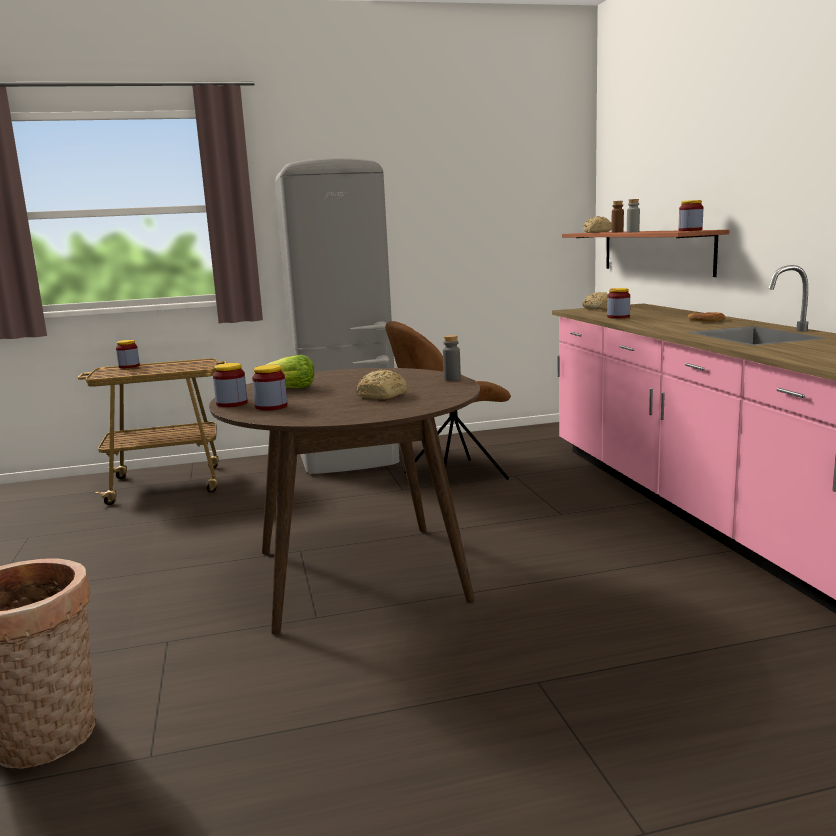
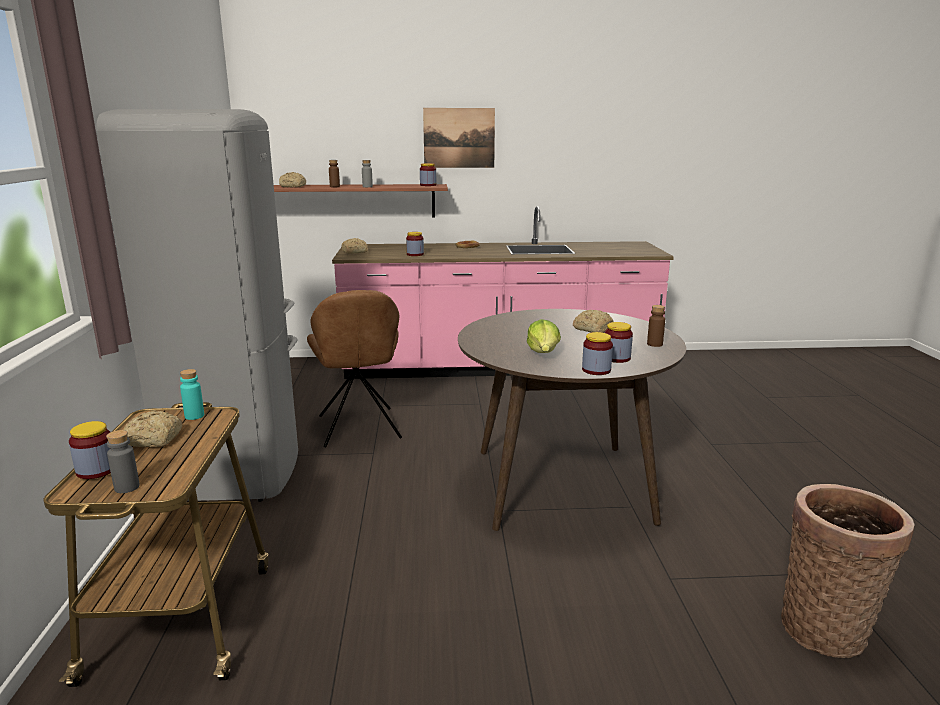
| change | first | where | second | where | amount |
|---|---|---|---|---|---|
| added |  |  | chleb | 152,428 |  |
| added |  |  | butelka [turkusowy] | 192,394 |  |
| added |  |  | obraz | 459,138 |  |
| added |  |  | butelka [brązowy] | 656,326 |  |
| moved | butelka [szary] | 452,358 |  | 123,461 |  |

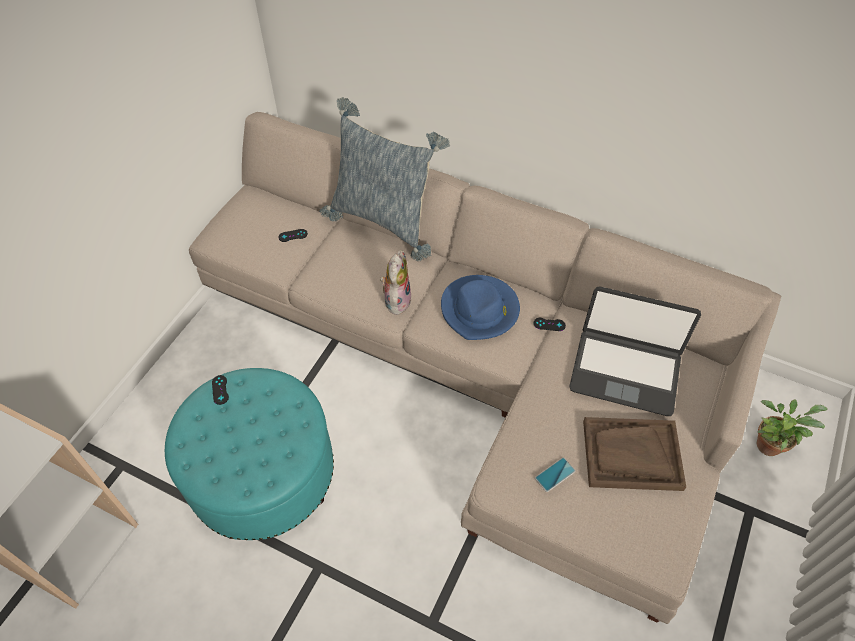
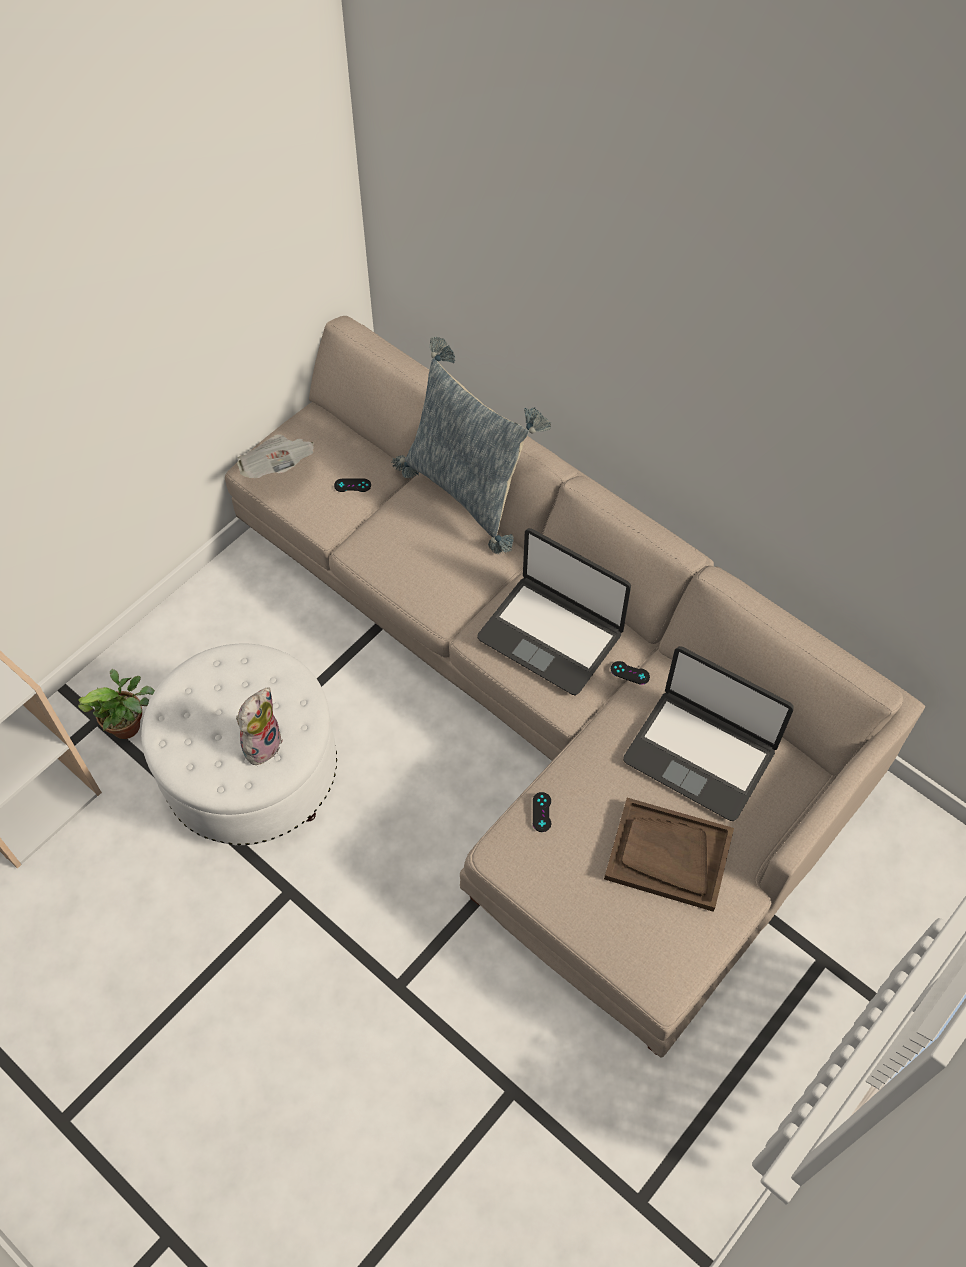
| change | first | where | second | where | amount |
|---|---|---|---|---|---|
| removed | telefon | 555,475 |  |  |  |
| added |  |  | gazeta | 275,456 |  |
| moved | pad do gier [czarny] | 220,390 |  | 542,812 |  |
| moved | pluszak | 395,282 |  | 259,726 |  |
| moved | roślina doniczkowa | 792,427 |  | 116,704 |  |
| replaced | kapelusz [niebieski] | 480,307 | laptop | 554,612 |  |
| recoloured | pufa [turkusowy] | 249,454 | pufa [biały] | 239,744 |  |

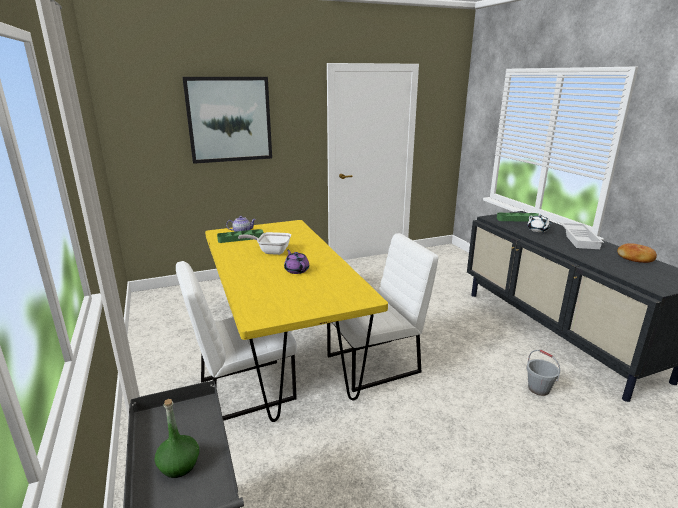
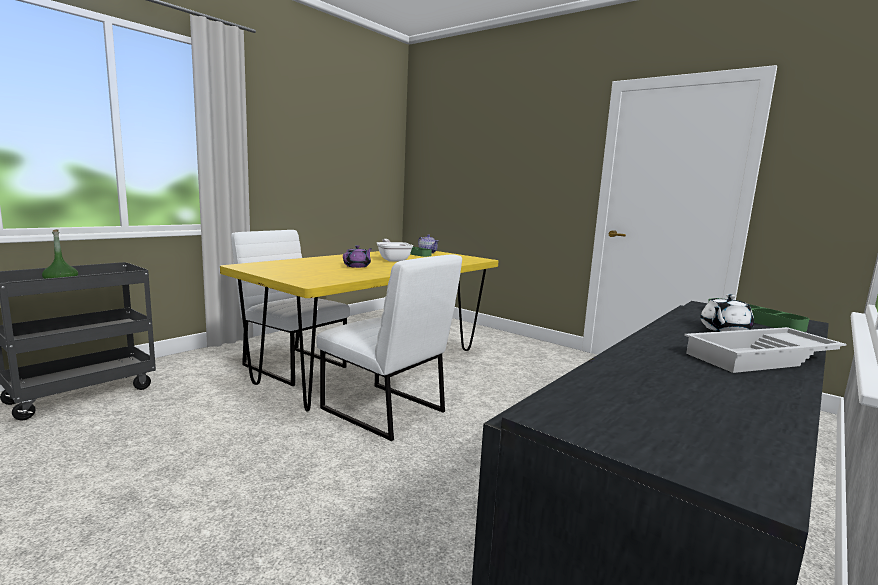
| change | first | where | second | where | amount |
|---|---|---|---|---|---|
| removed | obraz | 227,120 |  |  |  |
| removed | wiadro [szary] | 543,373 |  |  |  |
| removed | chleb | 637,253 |  |  |  |

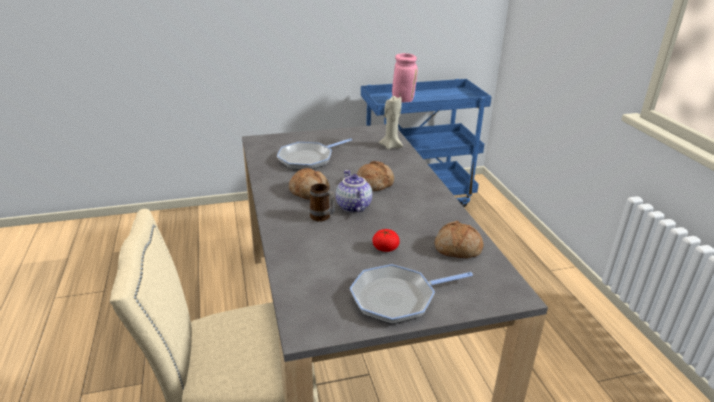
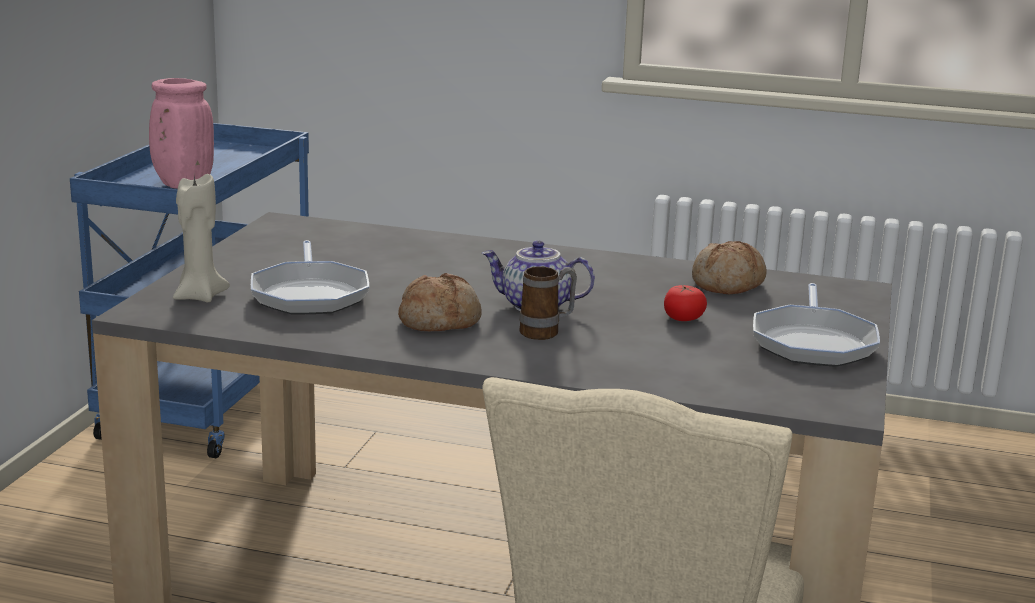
| change | first | where | second | where | amount |
|---|---|---|---|---|---|
| removed | chleb | 375,176 |  |  |  |
| moved | świeca [beżowy] | 391,122 |  | 201,238 |  |

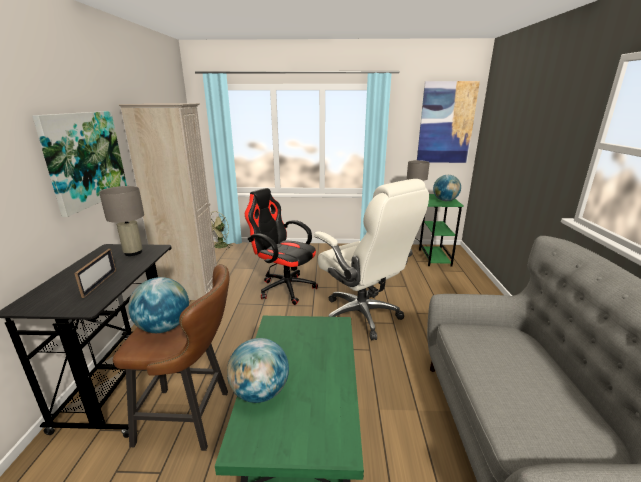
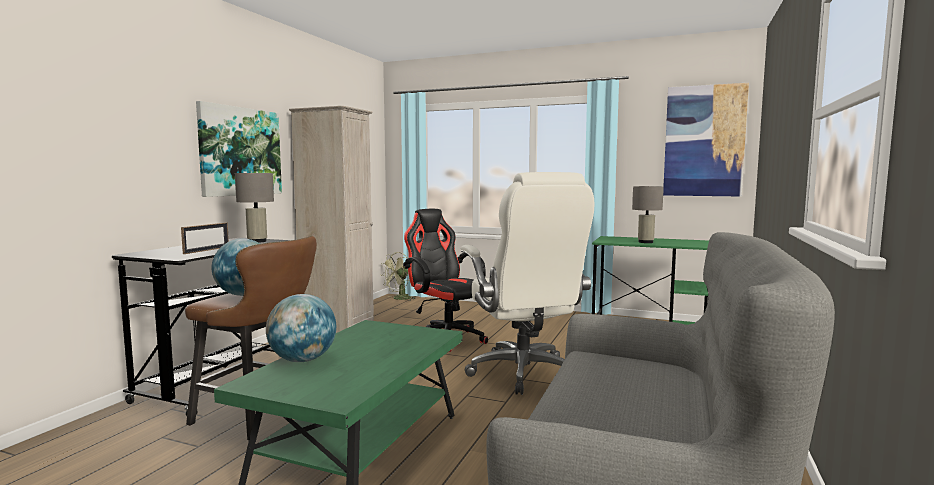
| change | first | where | second | where | amount |
|---|---|---|---|---|---|
| removed | globus | 447,188 |  |  |  |

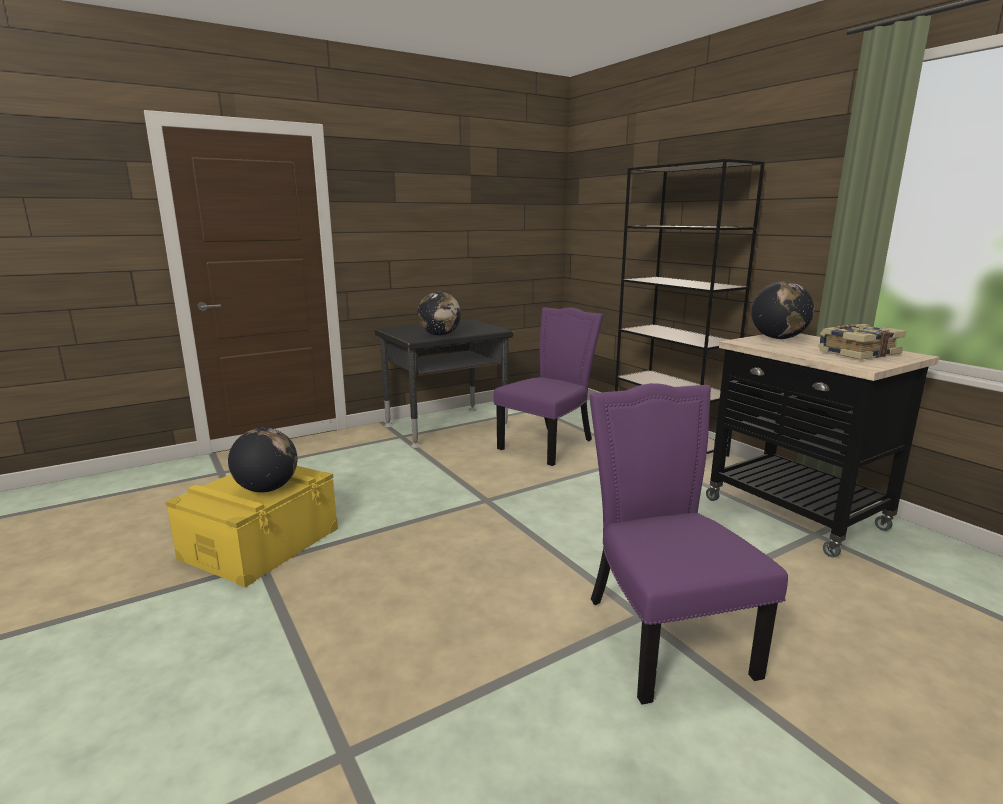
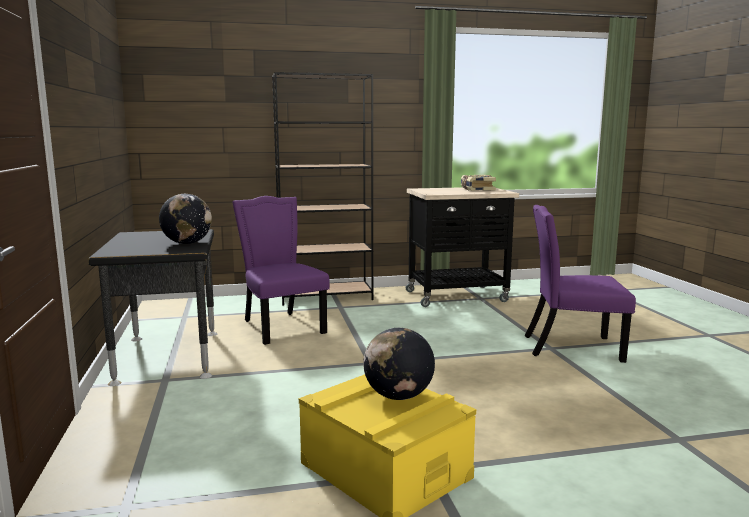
| change | first | where | second | where | amount |
|---|---|---|---|---|---|
| removed | globus | 782,310 |  |  |  |

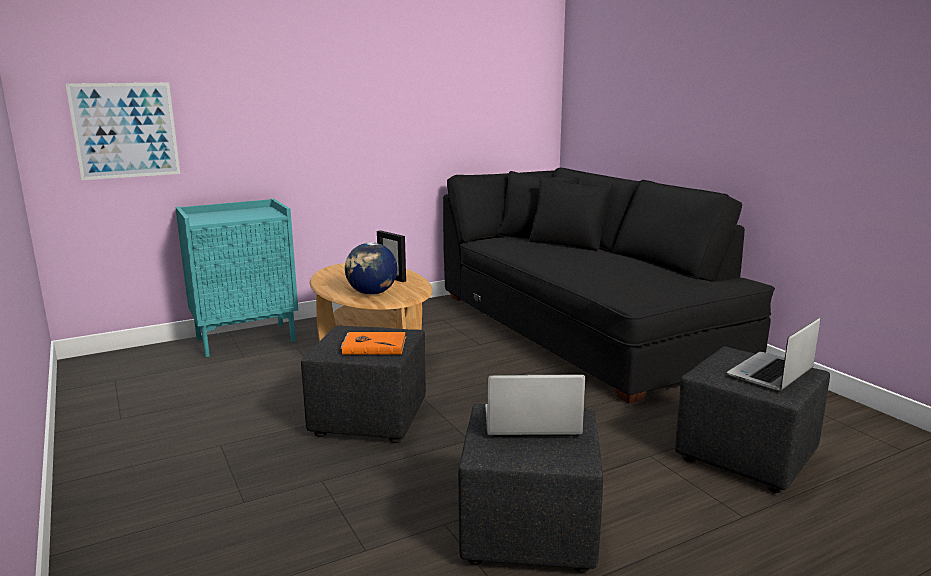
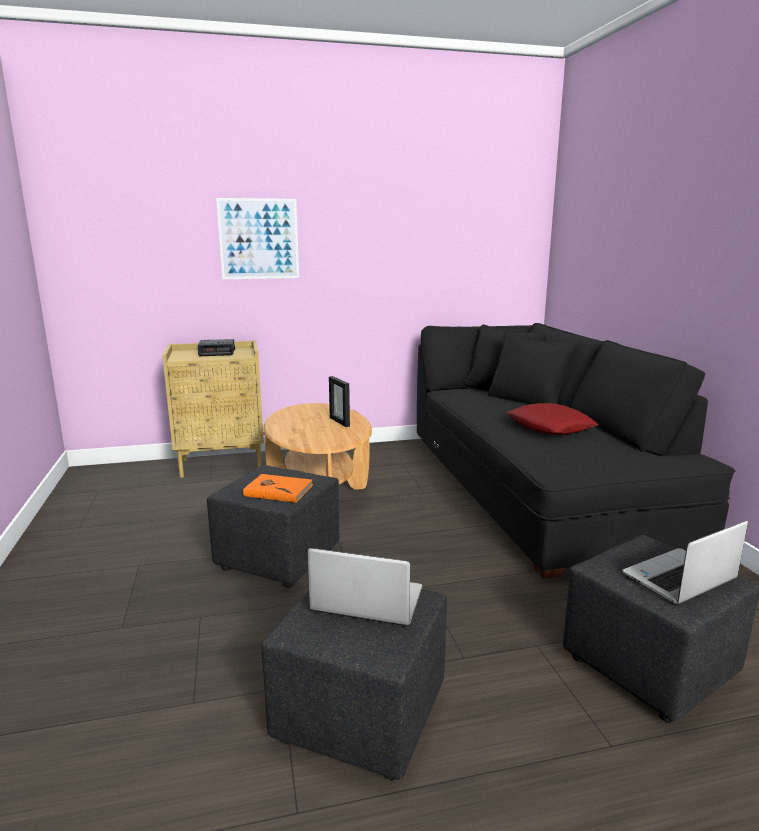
| change | first | where | second | where | amount |
|---|---|---|---|---|---|
| removed | globus | 371,268 |  |  |  |
| added |  |  | budzik | 216,347 |  |
| added |  |  | poduszka [czerwony] | 552,419 |  |
| moved | obraz | 123,131 |  | 257,238 |  |
| recoloured | szafka [turkusowy] | 236,278 | szafka [beżowy] | 213,409 |  |

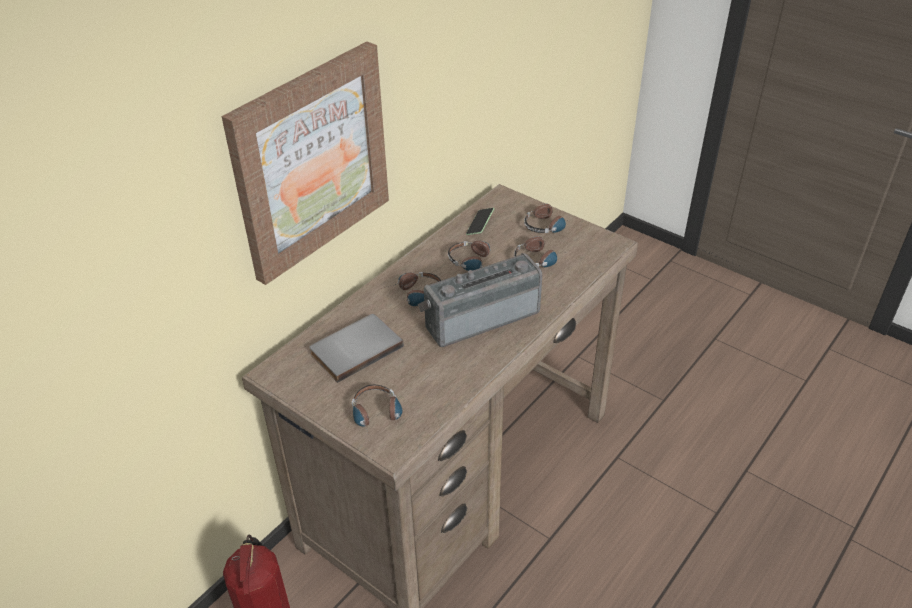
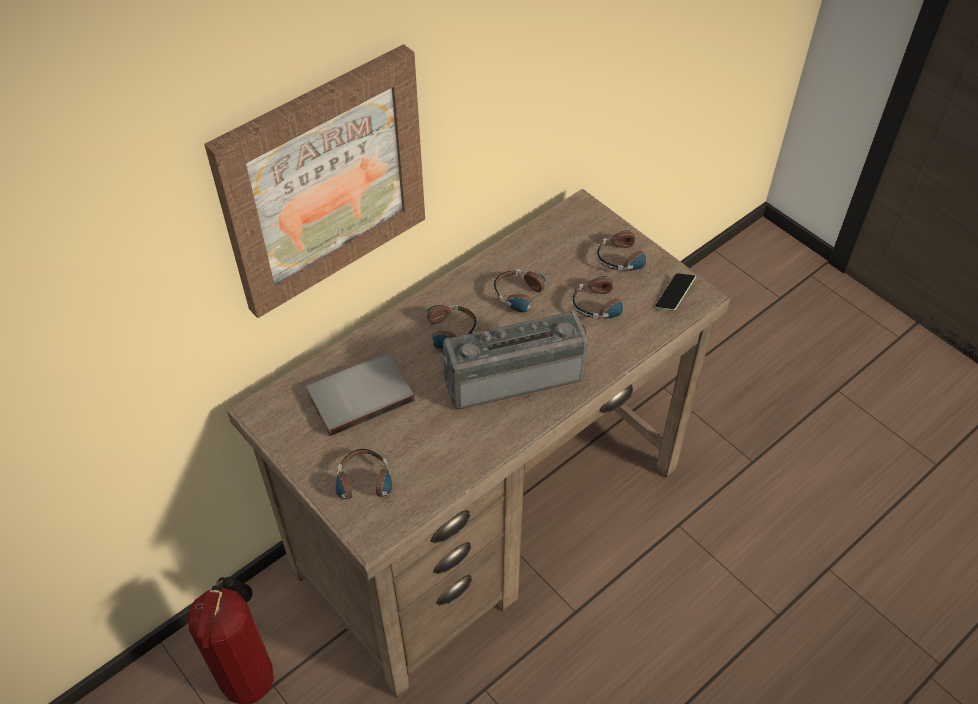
| change | first | where | second | where | amount |
|---|---|---|---|---|---|
| moved | telefon | 480,221 |  | 675,292 |  |

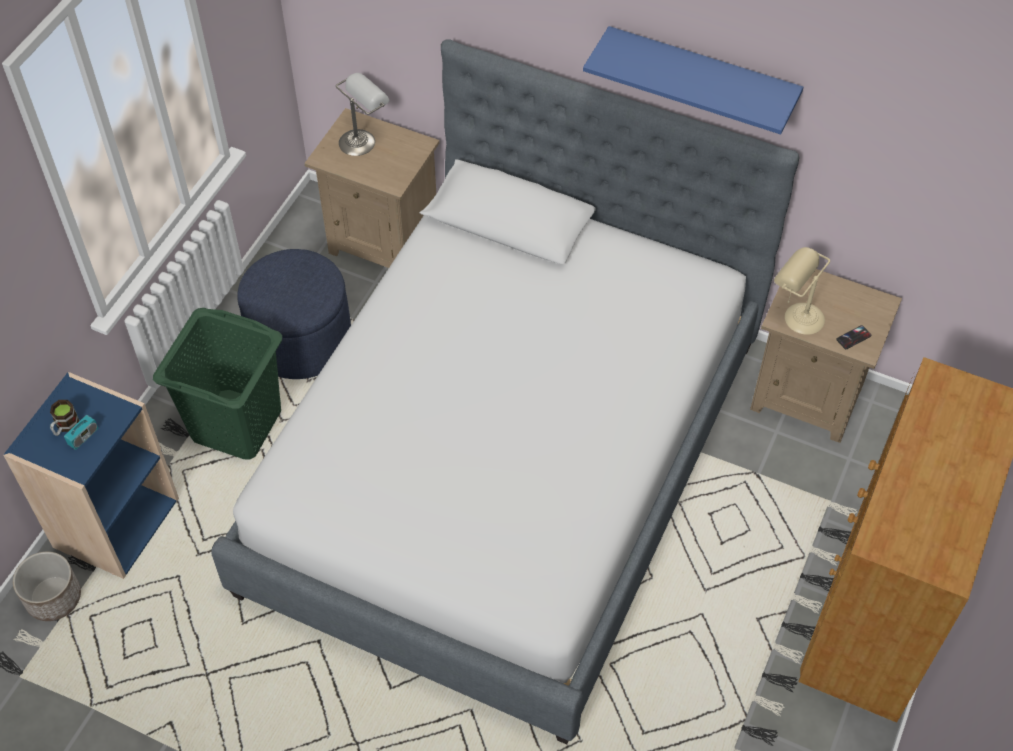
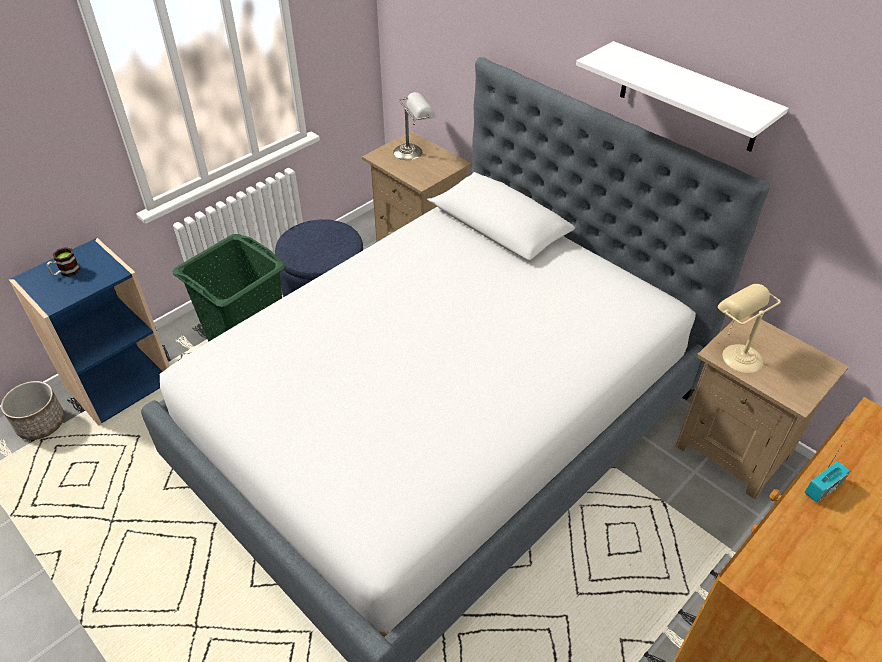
| change | first | where | second | where | amount |
|---|---|---|---|---|---|
| removed | telefon | 853,337 |  |  |  |
| moved | radio | 81,427 |  | 827,472 |  |
| recoloured | półka [niebieski] | 693,80 | półka [biały] | 682,96 |  |

